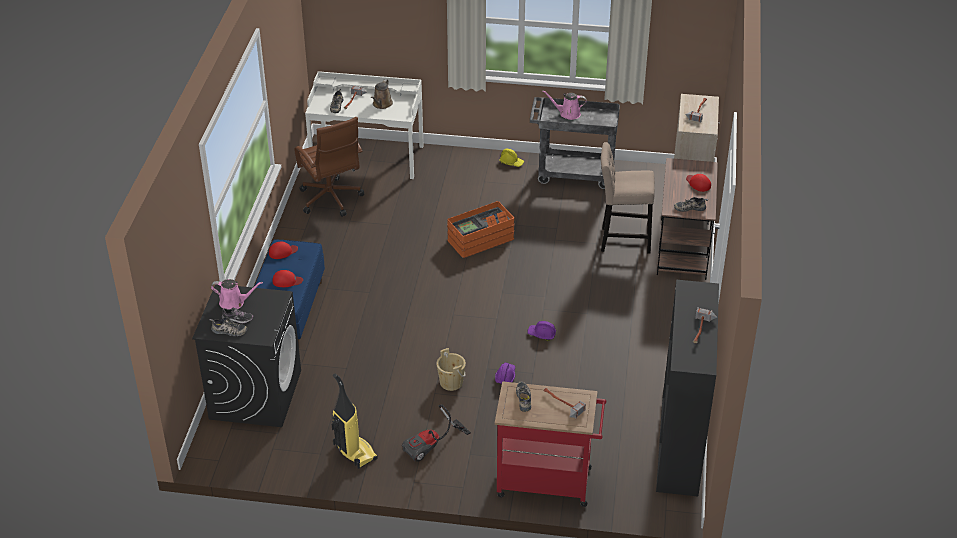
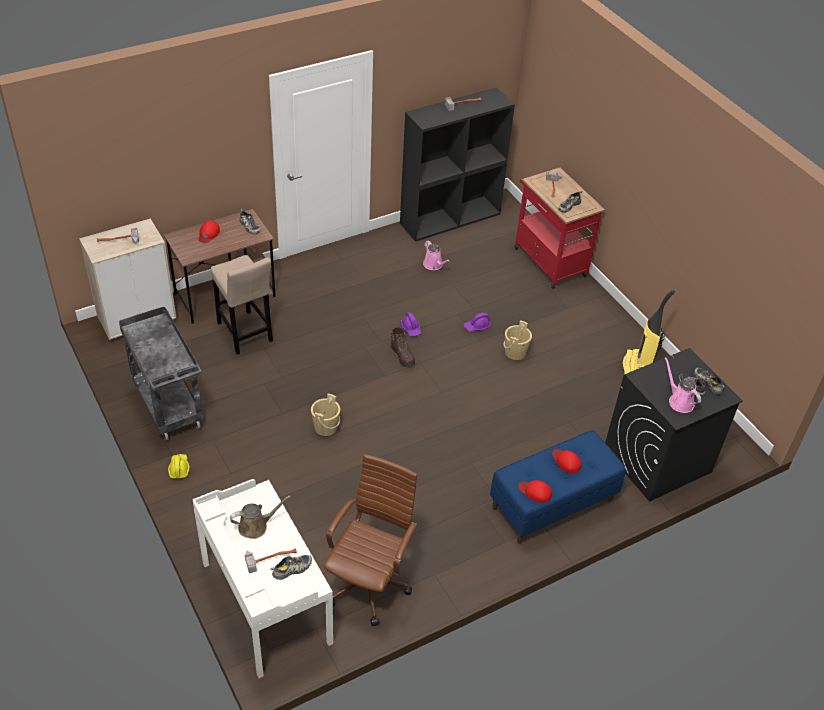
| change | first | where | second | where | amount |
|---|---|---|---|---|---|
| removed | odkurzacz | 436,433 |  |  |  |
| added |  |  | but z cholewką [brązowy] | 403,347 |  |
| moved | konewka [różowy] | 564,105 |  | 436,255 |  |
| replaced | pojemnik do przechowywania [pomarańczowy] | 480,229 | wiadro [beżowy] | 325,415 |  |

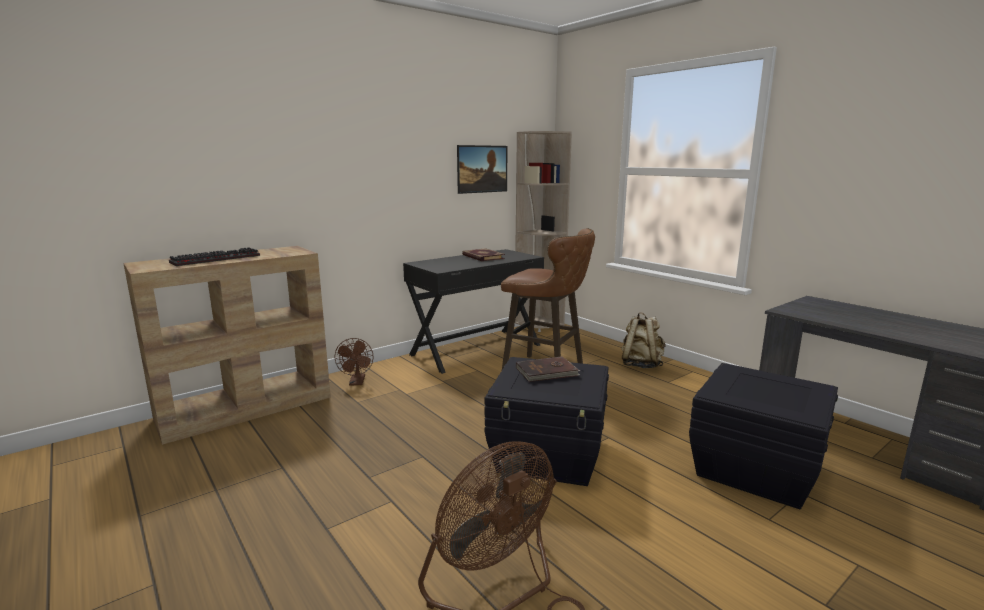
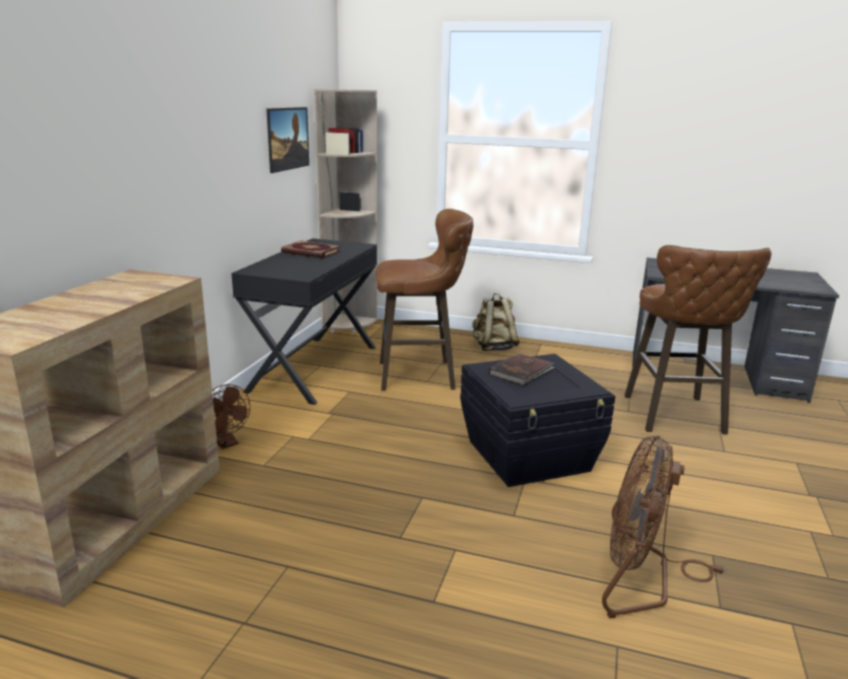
| change | first | where | second | where | amount |
|---|---|---|---|---|---|
| removed | klawiatura | 214,256 |  |  |  |
| replaced | pojemnik do przechowywania [czarny] | 763,436 | stołek [brązowy] | 697,339 |  |

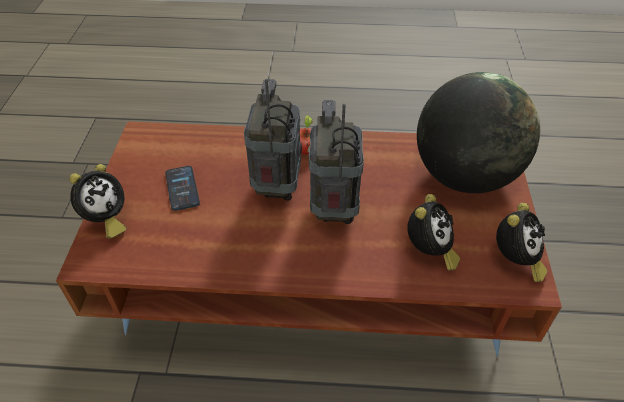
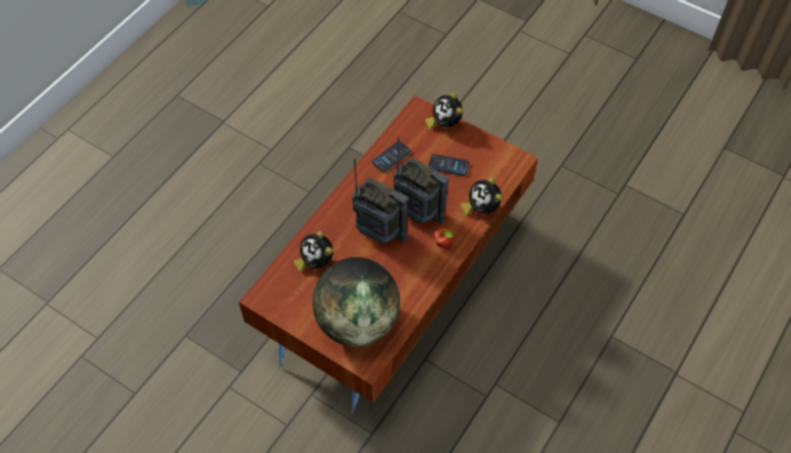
| change | first | where | second | where | amount |
|---|---|---|---|---|---|
| added |  |  | telefon | 391,156 |  |
| moved | budzik | 521,242 |  | 481,197 |  |

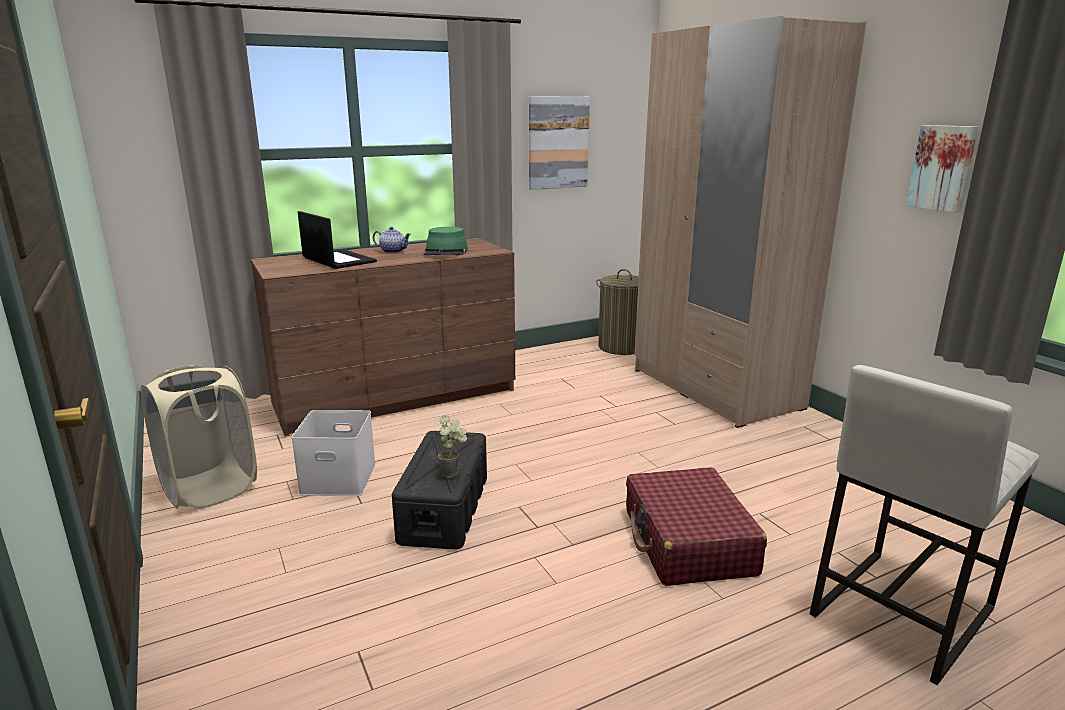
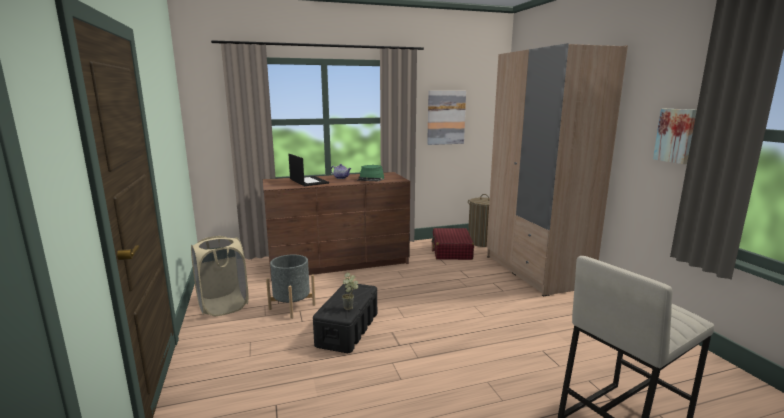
| change | first | where | second | where | amount |
|---|---|---|---|---|---|
| moved | walizka [czerwony] | 696,526 |  | 452,244 |  |
| replaced | pojemnik do przechowywania [biały] | 333,453 | donica [szary] | 291,287 |  |

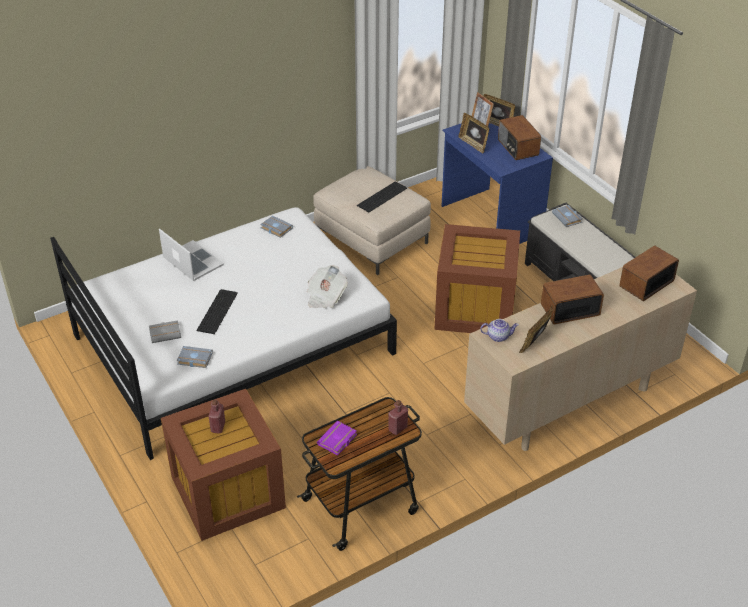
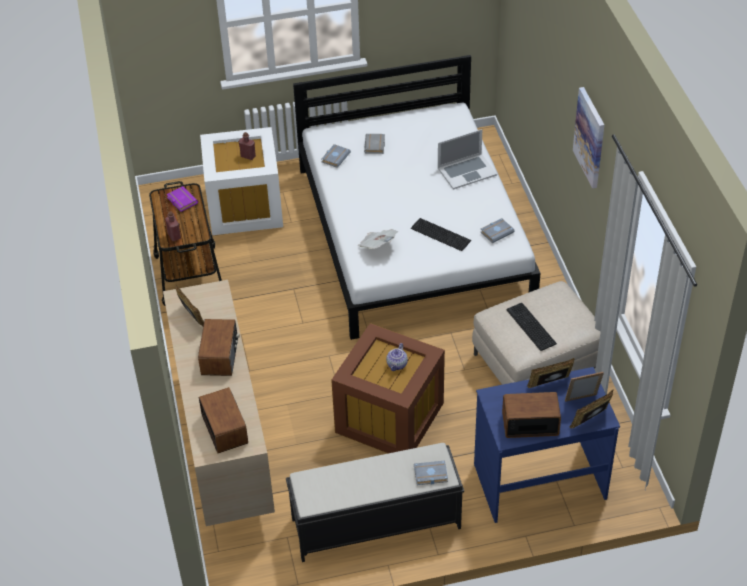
| change | first | where | second | where | amount |
|---|---|---|---|---|---|
| added |  |  | obraz | 588,137 |  |
| moved | klawiatura | 217,311 |  | 441,234 |  |
| moved | imbryk | 499,330 |  | 397,357 |  |
| recoloured | pojemnik do przechowywania [brązowy] | 223,465 | pojemnik do przechowywania [biały] | 241,181 |  |

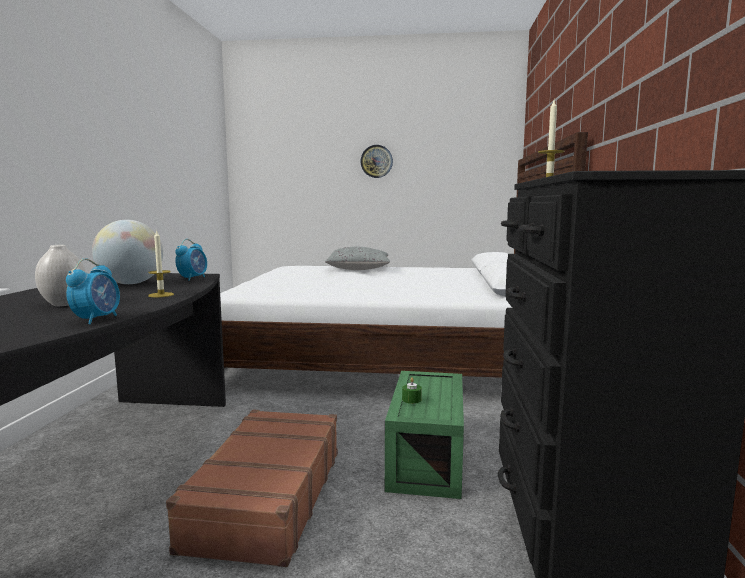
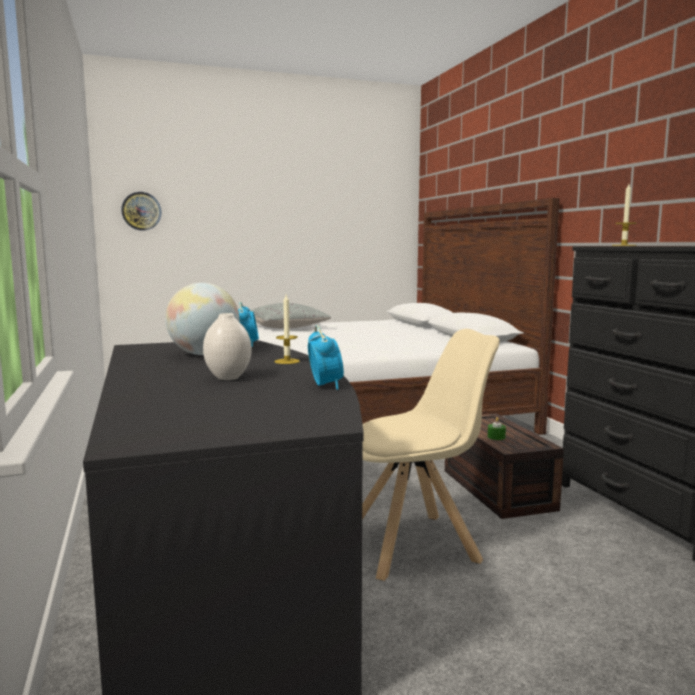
| change | first | where | second | where | amount |
|---|---|---|---|---|---|
| moved | zegar ścienny | 376,161 |  | 141,211 |  |
| replaced | walizka [brązowy] | 252,488 | krzesło [beżowy] | 431,455 |  |
| recoloured | pojemnik do przechowywania [zielony] | 424,435 | pojemnik do przechowywania [brązowy] | 504,466 |  |

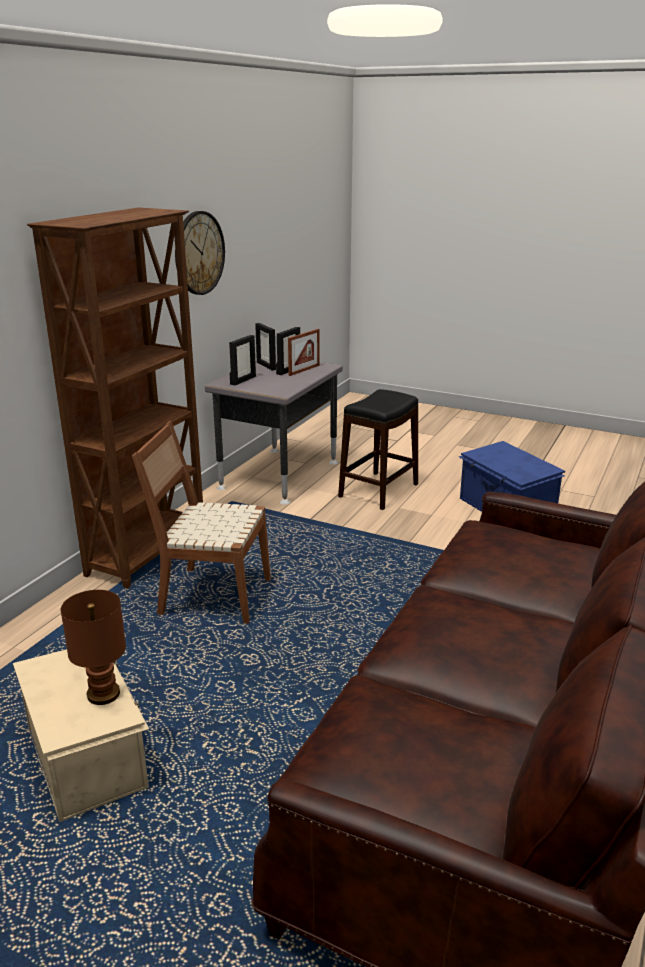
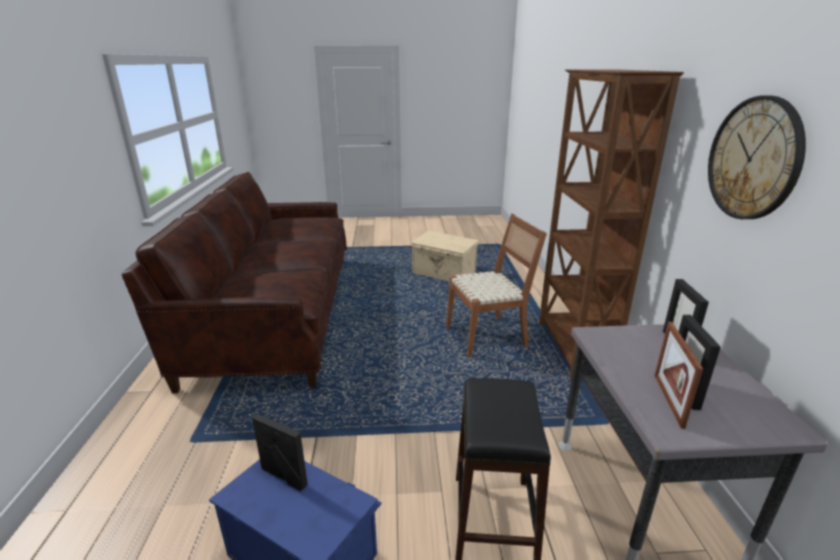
| change | first | where | second | where | amount |
|---|---|---|---|---|---|
| removed | lampa stołowa [brązowy] | 93,647 |  |  |  |
| moved | ramka na zdjęcie | 265,347 |  | 280,453 |  |

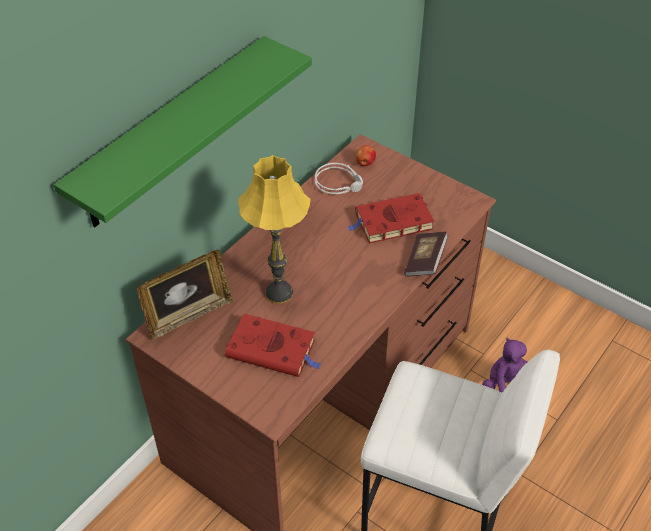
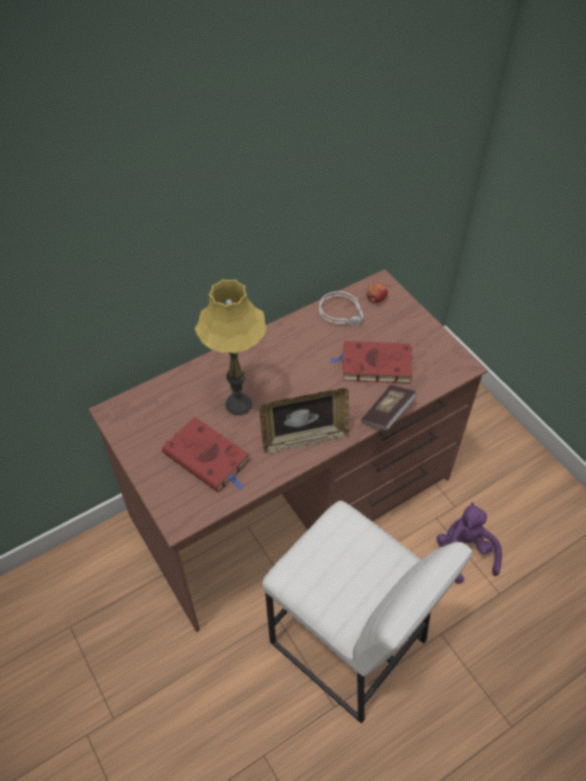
| change | first | where | second | where | amount |
|---|---|---|---|---|---|
| removed | półka [zielony] | 183,131 |  |  |  |
| moved | ramka na zdjęcie | 185,294 |  | 304,421 |  |

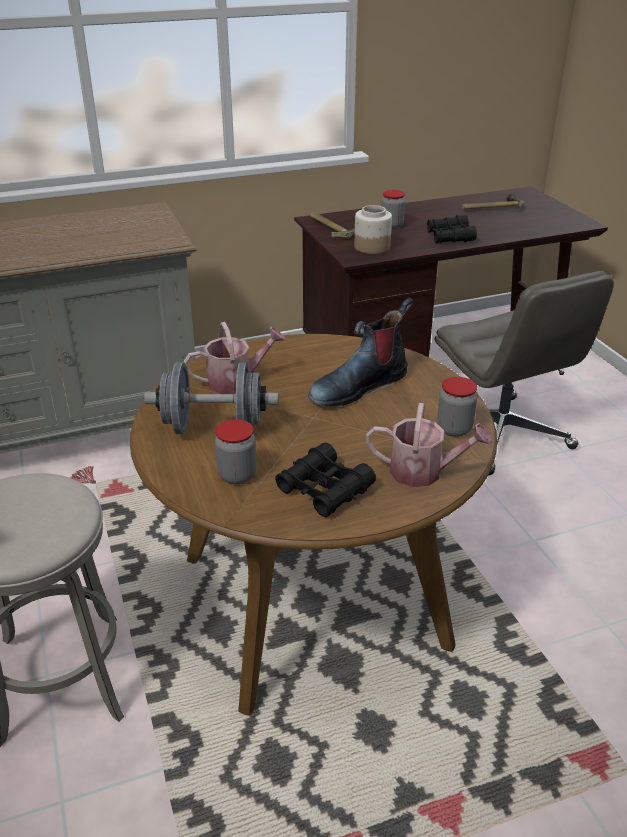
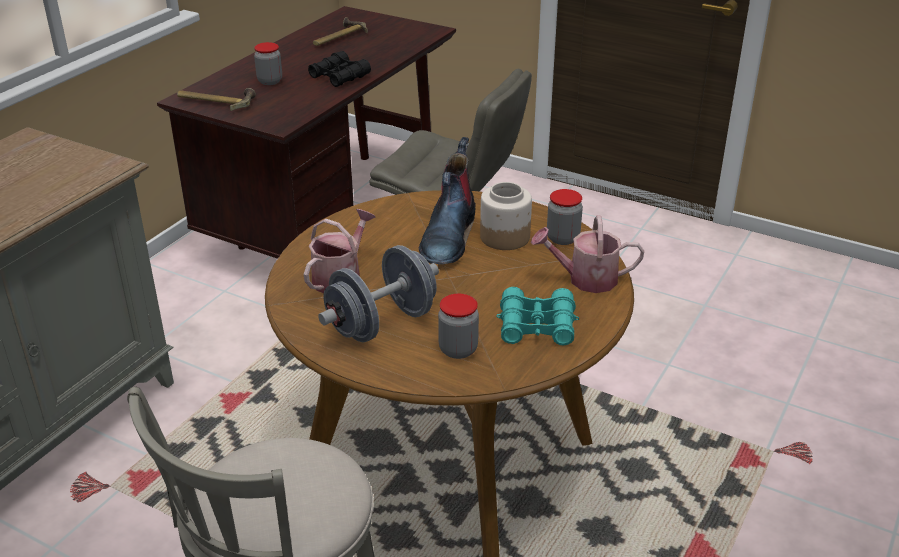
| change | first | where | second | where | amount |
|---|---|---|---|---|---|
| moved | słoik | 373,229 |  | 506,216 |  |
| recoloured | lornetka [czarny] | 325,480 | lornetka [turkusowy] | 537,316 |  |
| turned | konewka | 429,445 |  | 587,254 | 150 degrees counterclockwise |

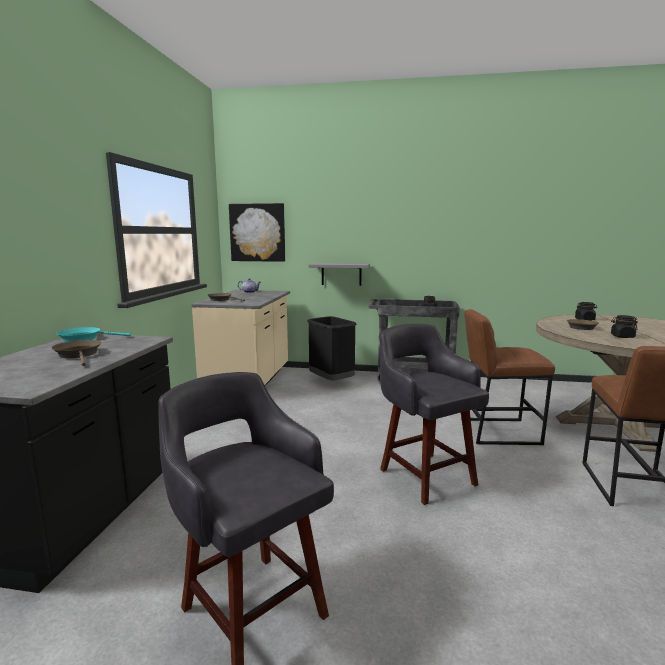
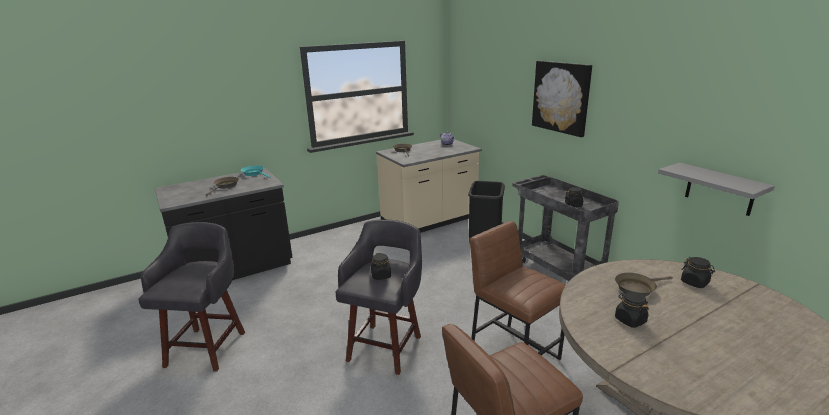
| change | first | where | second | where | amount |
|---|---|---|---|---|---|
| added |  |  | słoik [czarny] | 381,266 |  |
| moved | obraz | 257,232 |  | 562,99 |  |
| moved | półka [szary] | 339,274 |  | 716,189 |  |

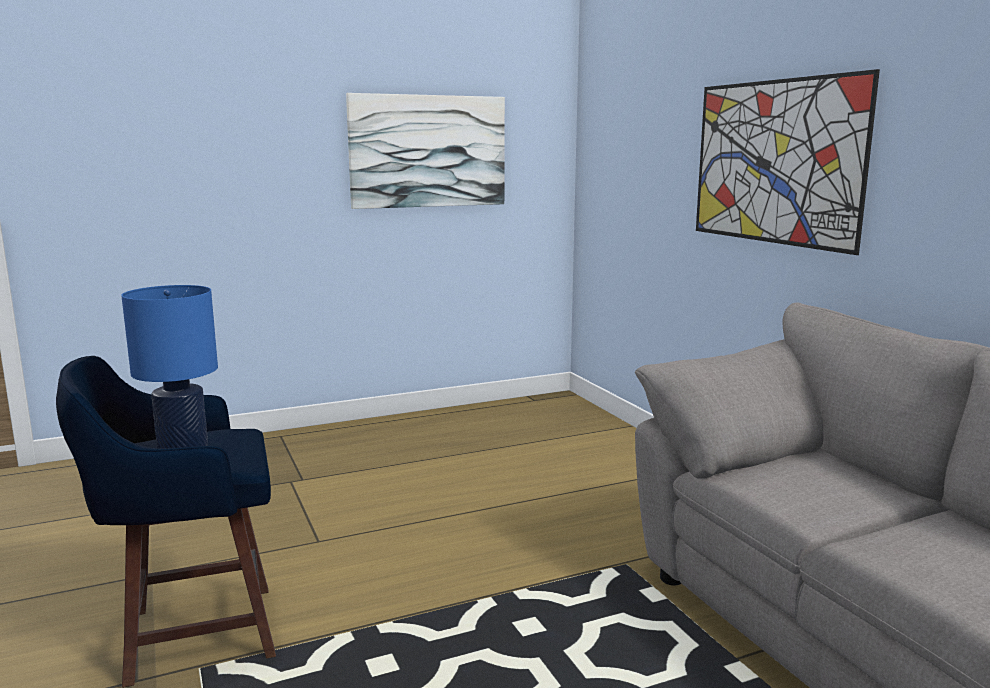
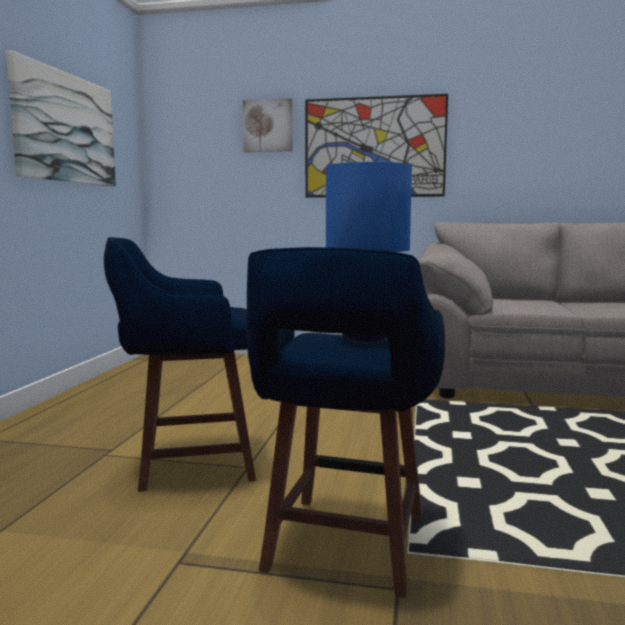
| change | first | where | second | where | amount |
|---|---|---|---|---|---|
| added |  |  | stołek [niebieski] | 180,364 |  |
| added |  |  | obraz | 267,125 |  |

